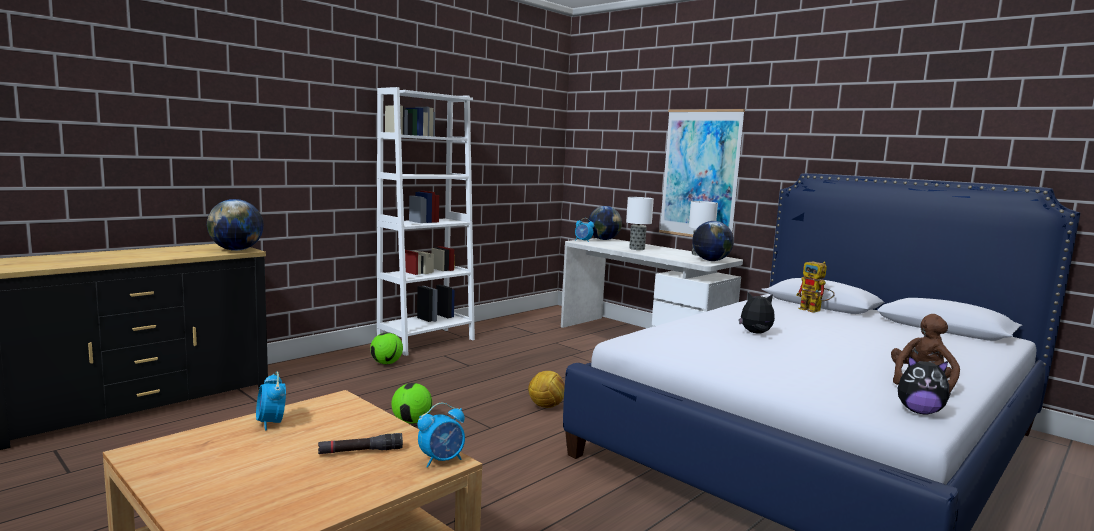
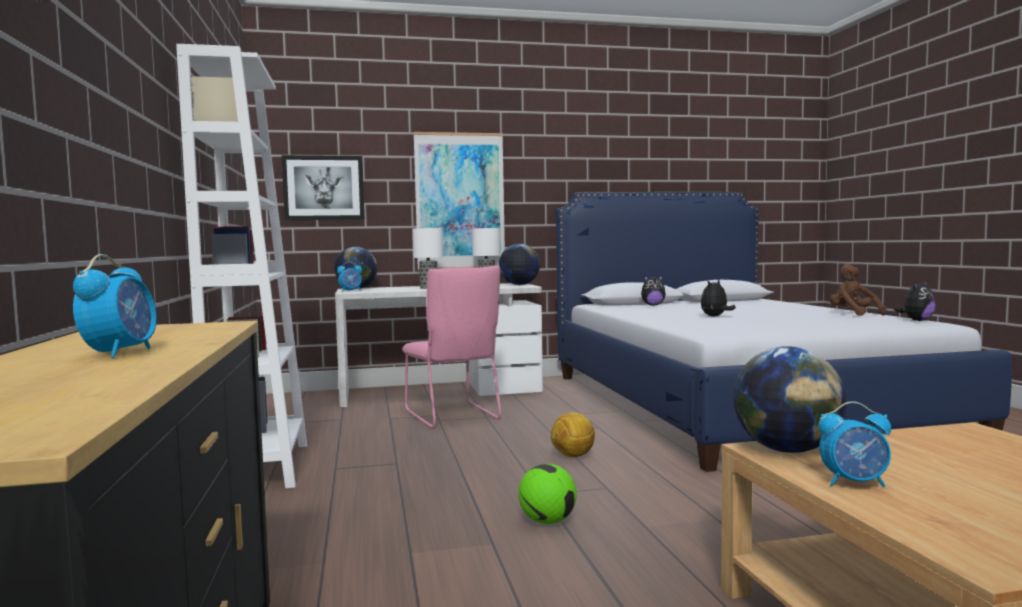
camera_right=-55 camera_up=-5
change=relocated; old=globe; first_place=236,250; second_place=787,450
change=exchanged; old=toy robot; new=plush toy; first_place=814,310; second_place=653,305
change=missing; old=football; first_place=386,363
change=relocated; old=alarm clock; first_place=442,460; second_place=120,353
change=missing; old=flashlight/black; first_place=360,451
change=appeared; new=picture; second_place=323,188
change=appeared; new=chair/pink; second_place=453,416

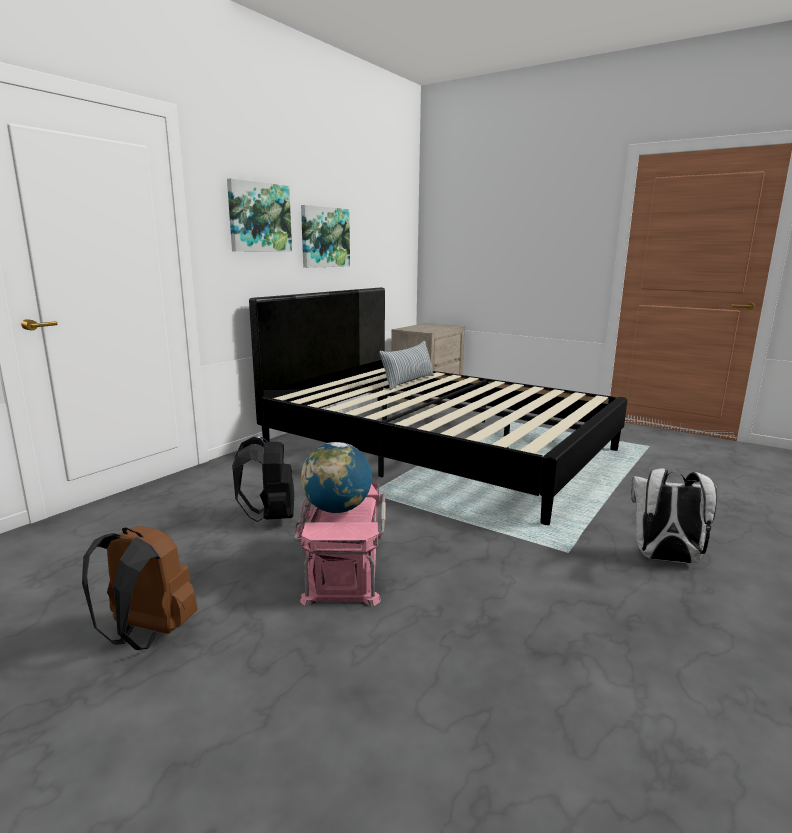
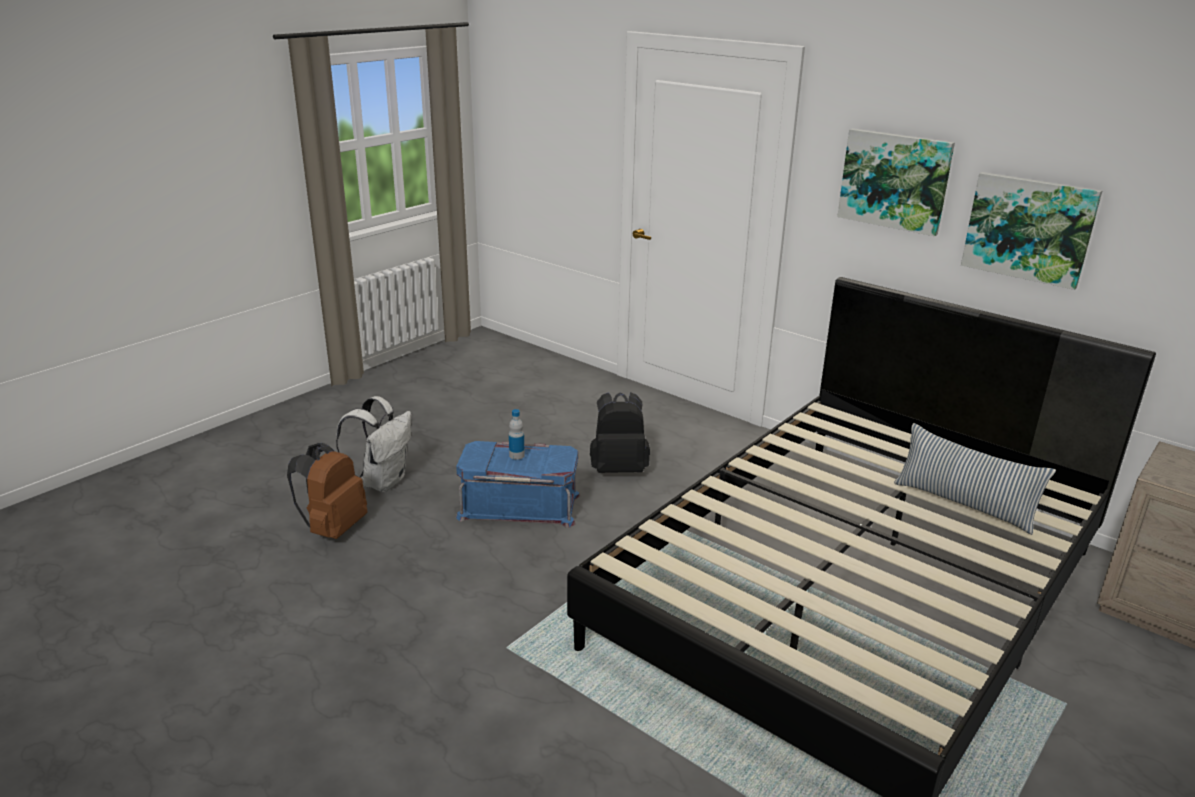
camera_right=95 camera_up=10
change=exchanged; old=globe; new=bottle; first_place=337,509; second_place=516,455
change=relocated; old=backpack/white; first_place=665,559; second_place=383,481
change=colour; old=storage box/pink; new=storage box/blue; first_place=343,565; second_place=520,505
change=relocated; old=backpack/brown; first_place=147,634; second_place=333,528

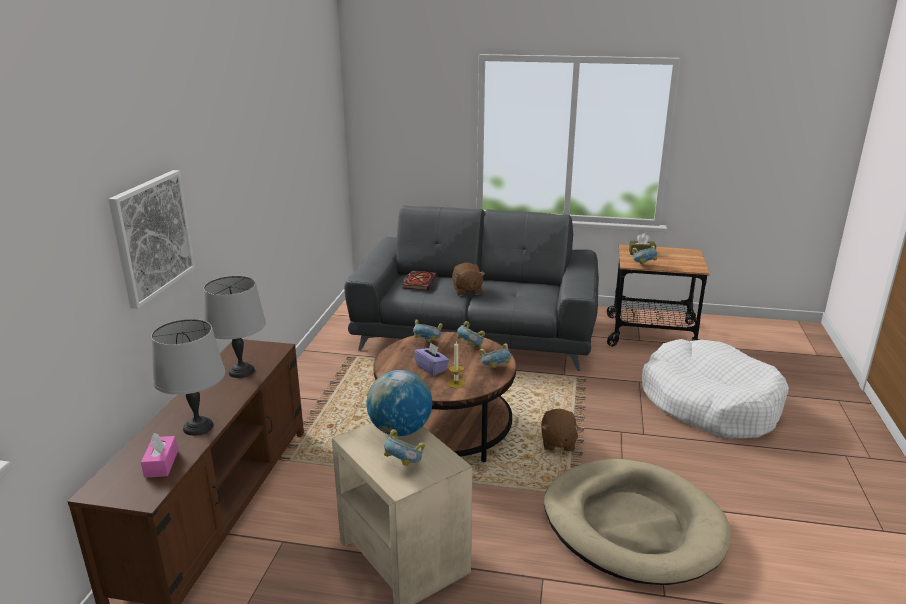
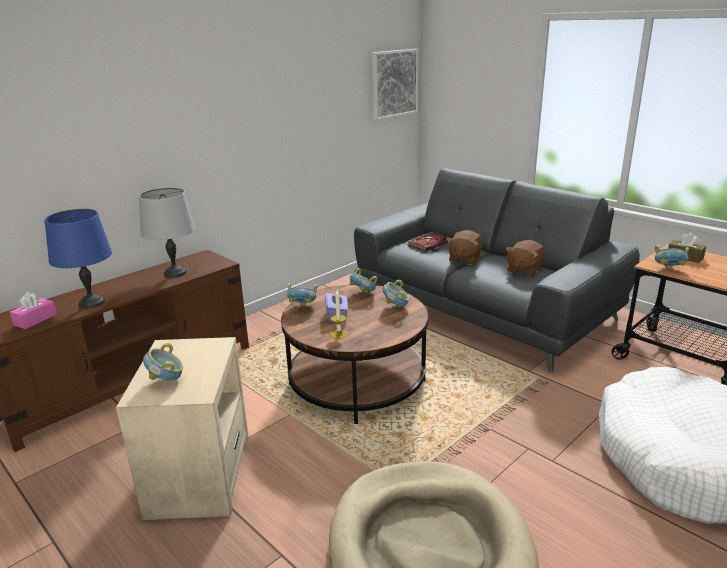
camera_right=35 camera_up=0
change=relocated; old=picture; first_place=152,236; second_place=394,83
change=colour; old=table lamp/grey; new=table lamp/blue; first_place=199,427; second_place=92,303
change=relocated; old=bowl; first_place=495,369; second_place=302,307
change=missing; old=globe; first_place=400,430
change=relocated; old=plush toy/brown; first_place=557,443; second_place=524,270

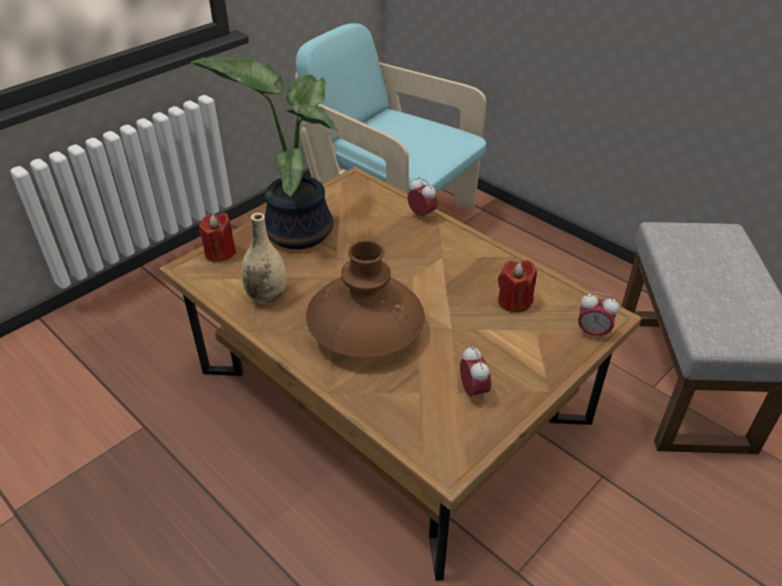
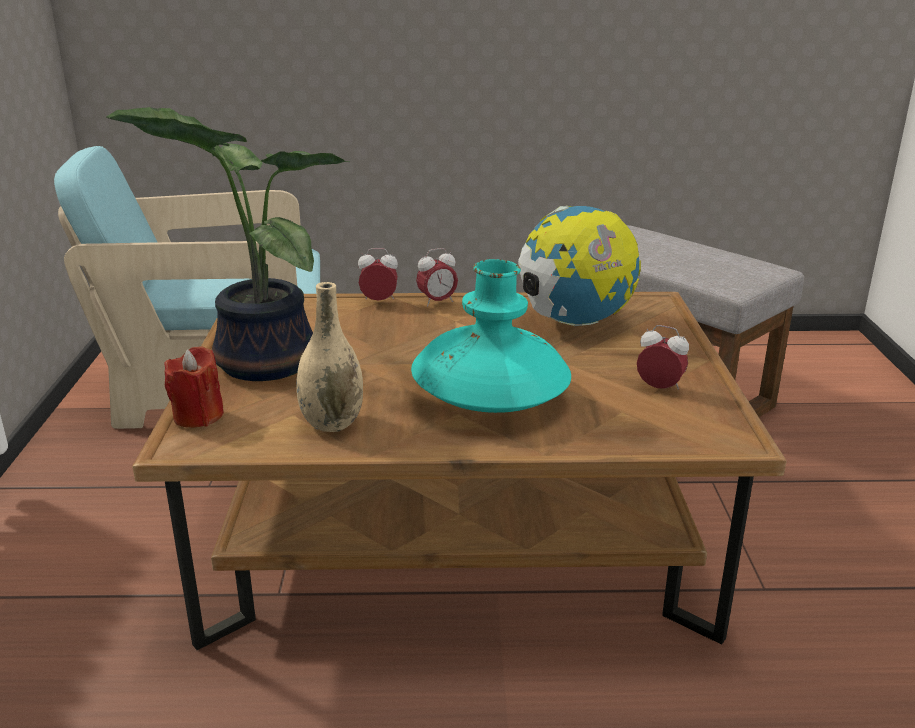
camera_right=-45 camera_up=-15
change=colour; old=vase/brown; new=vase/turquoise; first_place=366,331; second_place=490,397
change=exchanged; old=candle/red; new=globe; first_place=514,302; second_place=574,322
change=relocated; old=alarm clock; first_place=592,332; second_place=437,302

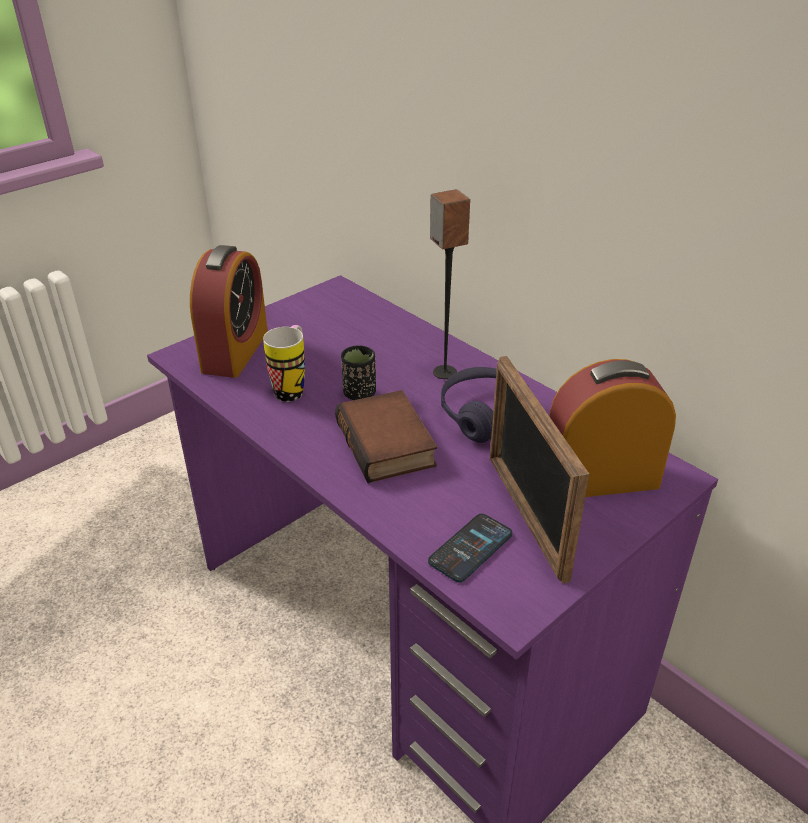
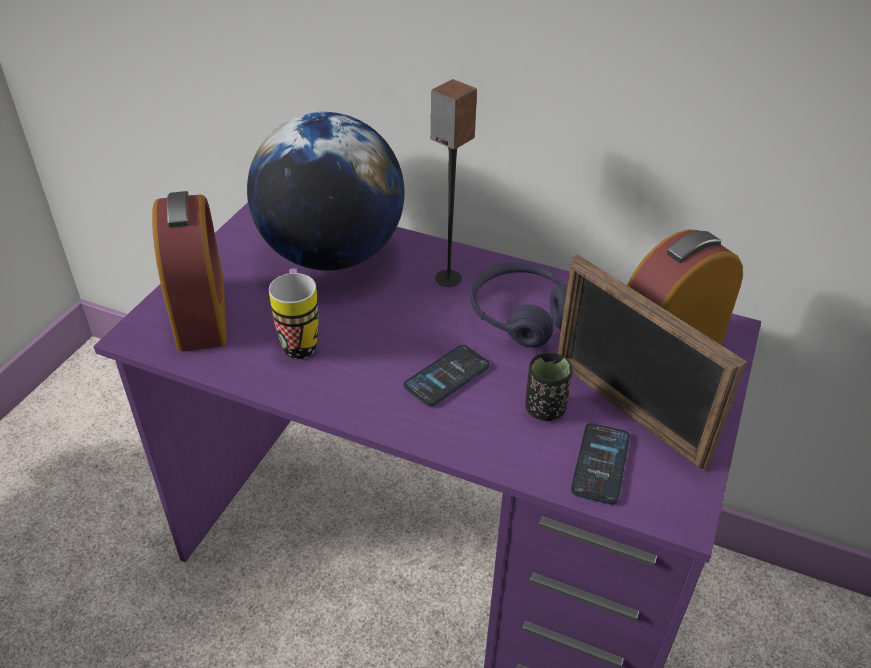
camera_right=-25 camera_up=5
change=relocated; old=cup/black; first_place=359,394; second_place=545,409
change=exchanged; old=book; new=phone; first_place=389,444; second_place=447,376
change=appeared; new=globe; second_place=332,255

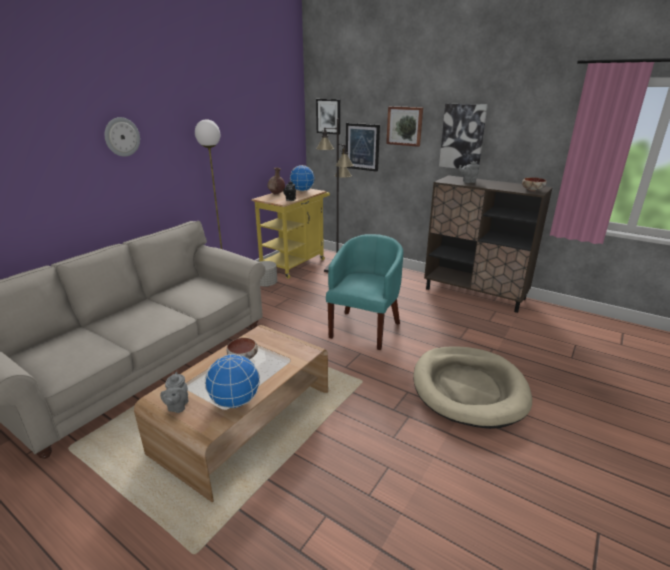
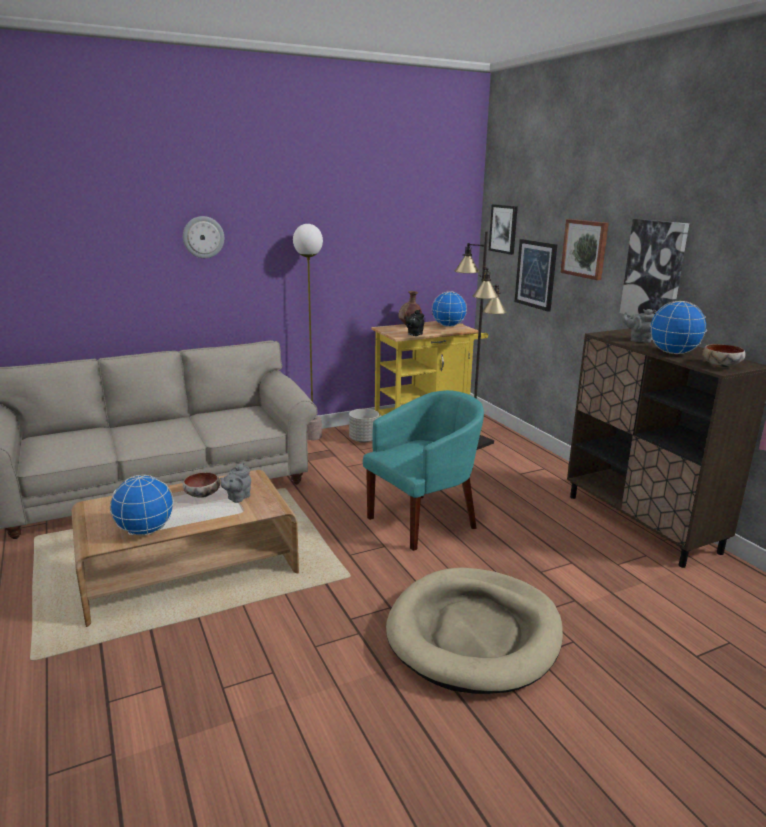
camera_right=30 camera_up=-5
change=relocated; old=teapot/grey; first_place=177,407; second_place=237,498
change=appeared; new=globe; second_place=673,353

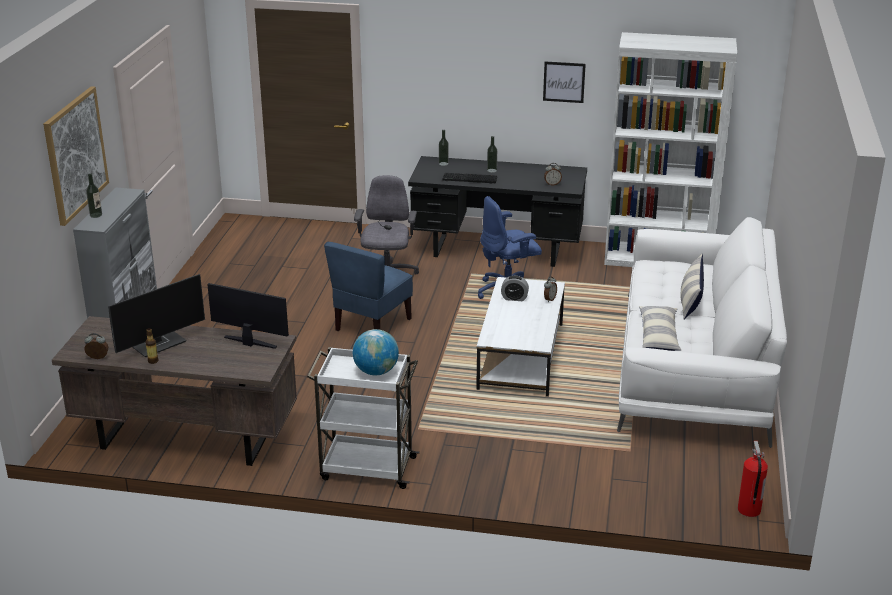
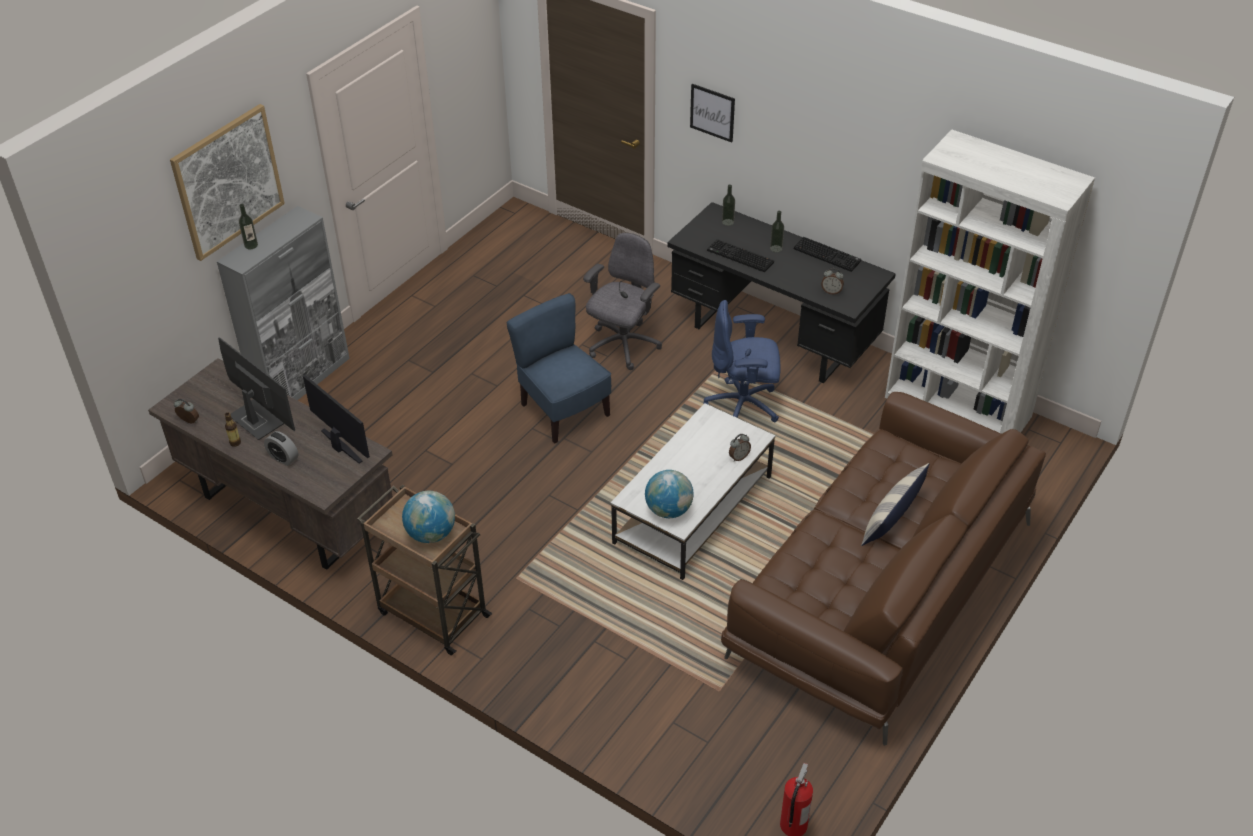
camera_right=25 camera_up=15
change=relocated; old=picture; first_place=564,82; second_place=712,112
change=colour; old=sofa/white; new=sofa/brown; first_place=693,366; second_place=880,590
change=spun; old=chair/blue; first_place=372,325; second_place=563,411; degrees=90
change=spun; old=monitor; first_place=159,343; second_place=256,419; degrees=-120
change=relocated; old=alarm clock; first_place=514,298; second_place=283,458
change=missing; old=pillow; first_place=659,336
change=colour; old=cart/white; new=cart/brown; first_place=366,468; second_place=432,613
change=appeared; new=keyboard; second_place=828,255
change=appeared; new=globe; second_place=669,510

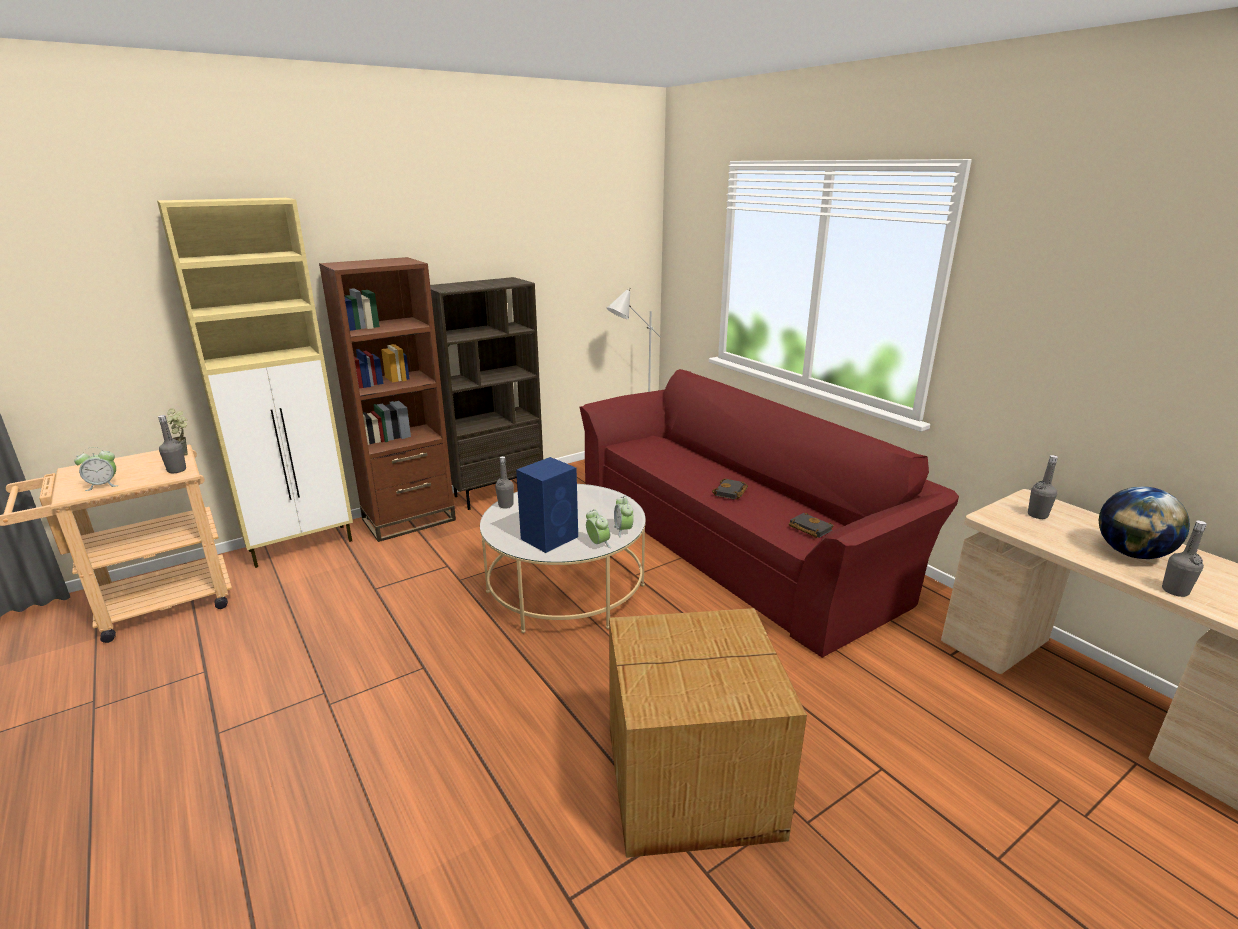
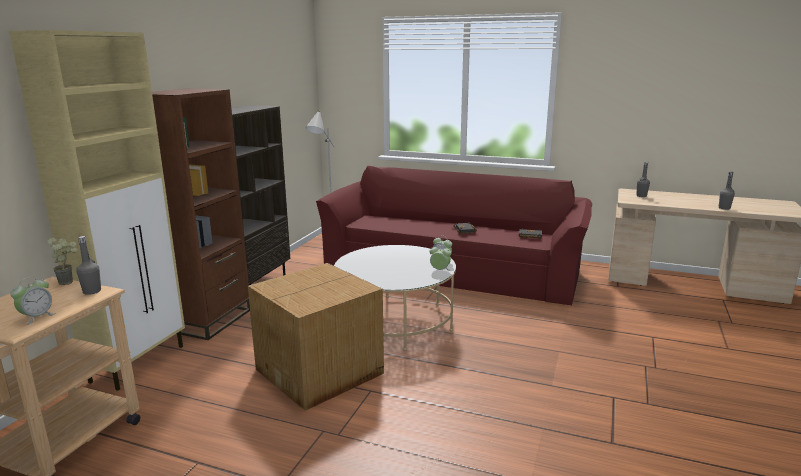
camera_right=-35 camera_up=-5
change=missing; old=bottle/grey; first_place=505,505
change=missing; old=speaker/blue; first_place=550,537
change=missing; old=globe; first_place=1132,553
change=relocated; old=cardboard box; first_place=694,783; second_place=321,371

